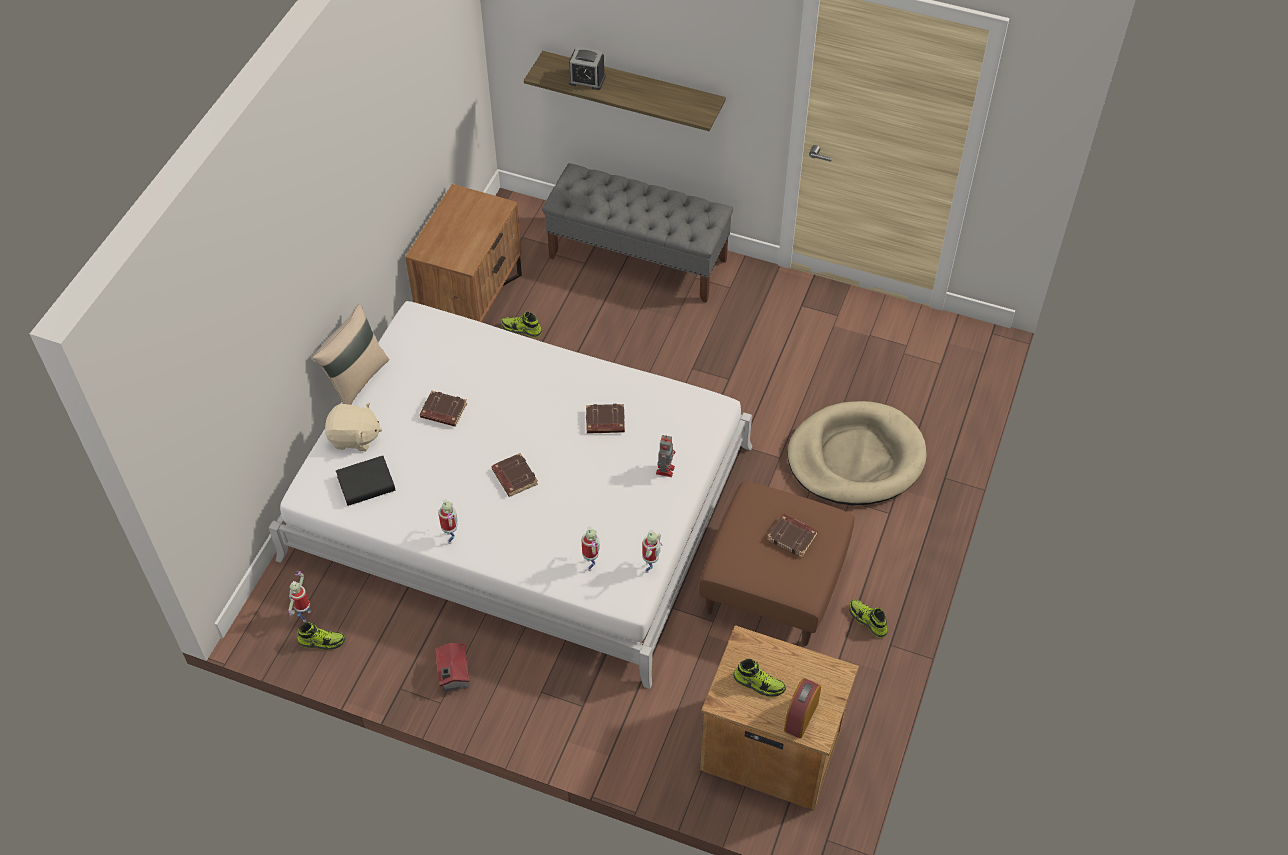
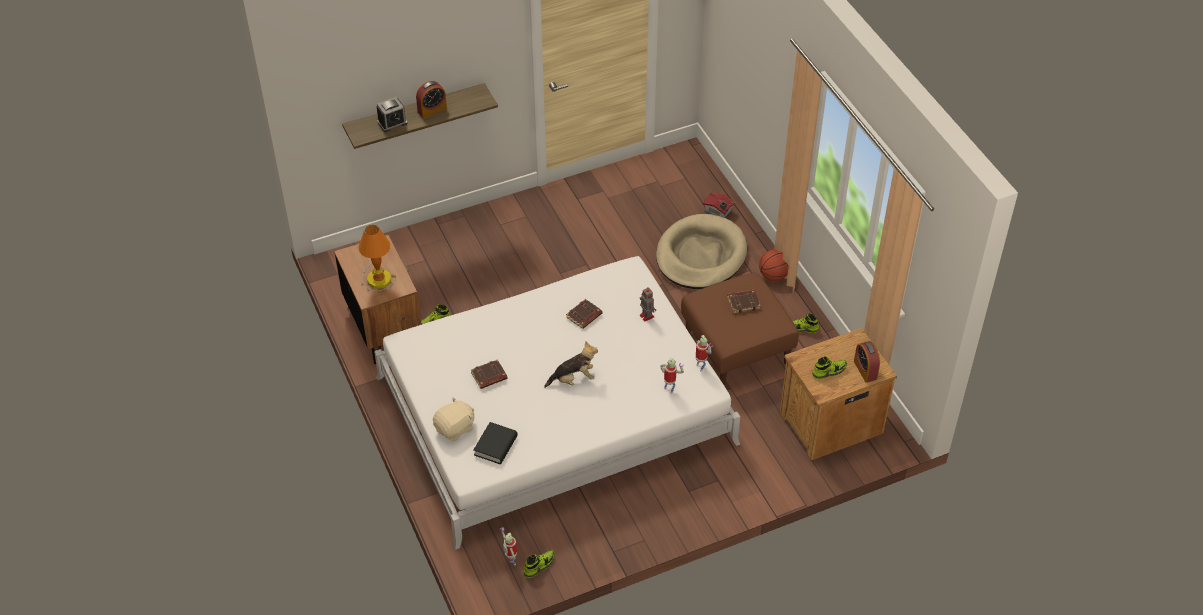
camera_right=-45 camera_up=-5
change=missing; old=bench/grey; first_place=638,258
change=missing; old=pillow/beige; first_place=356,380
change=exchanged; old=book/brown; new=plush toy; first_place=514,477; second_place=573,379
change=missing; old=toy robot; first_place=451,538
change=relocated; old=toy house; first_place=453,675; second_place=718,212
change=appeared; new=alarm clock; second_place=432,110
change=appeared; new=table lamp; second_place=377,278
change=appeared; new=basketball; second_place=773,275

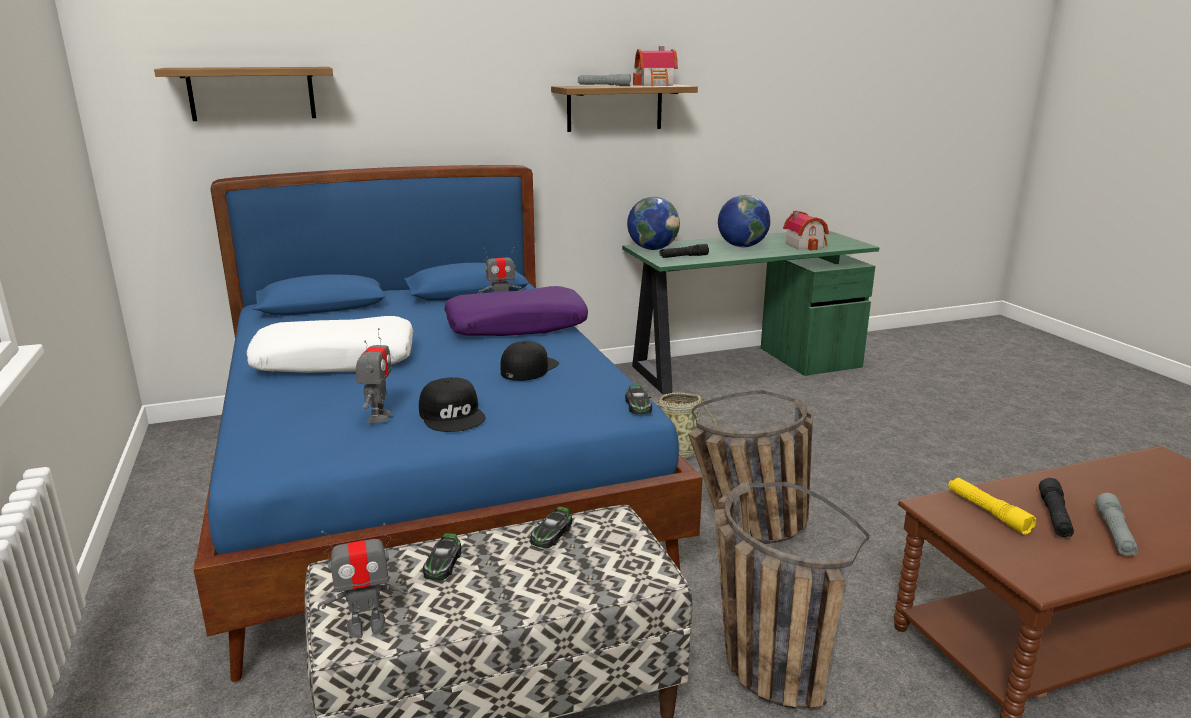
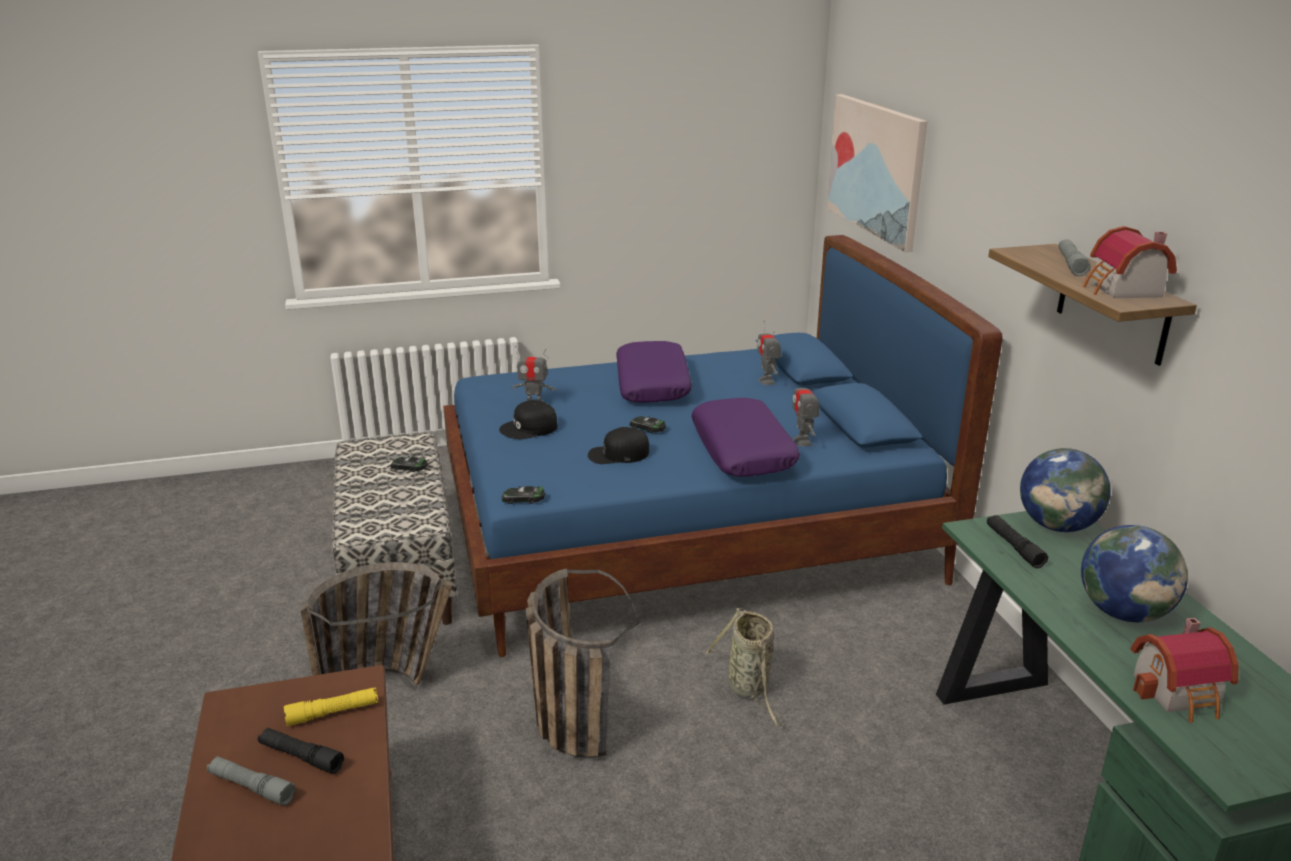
camera_right=95 camera_up=5
change=exchanged; old=shelf; new=picture; first_place=252,93; second_place=876,168
change=colour; old=pillow/white; new=pillow/purple; first_place=335,360; second_place=653,384
change=spun; old=cap/black; first_place=529,368; second_place=618,454; degrees=135
change=relocated; old=toy car; first_place=552,533; second_place=647,427
change=relocated; old=toy robot; first_place=366,626; second_place=767,381

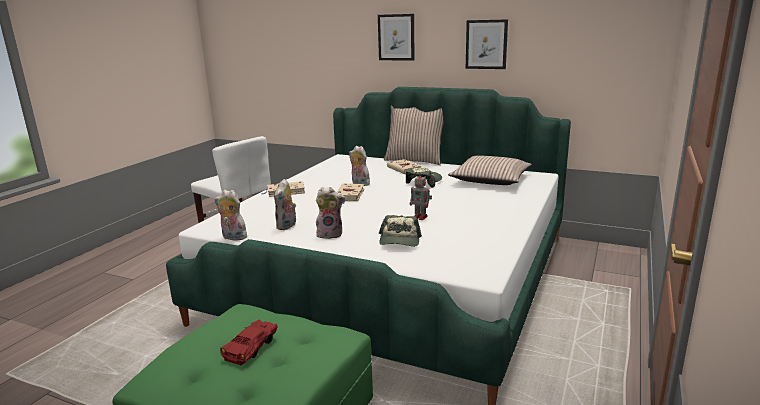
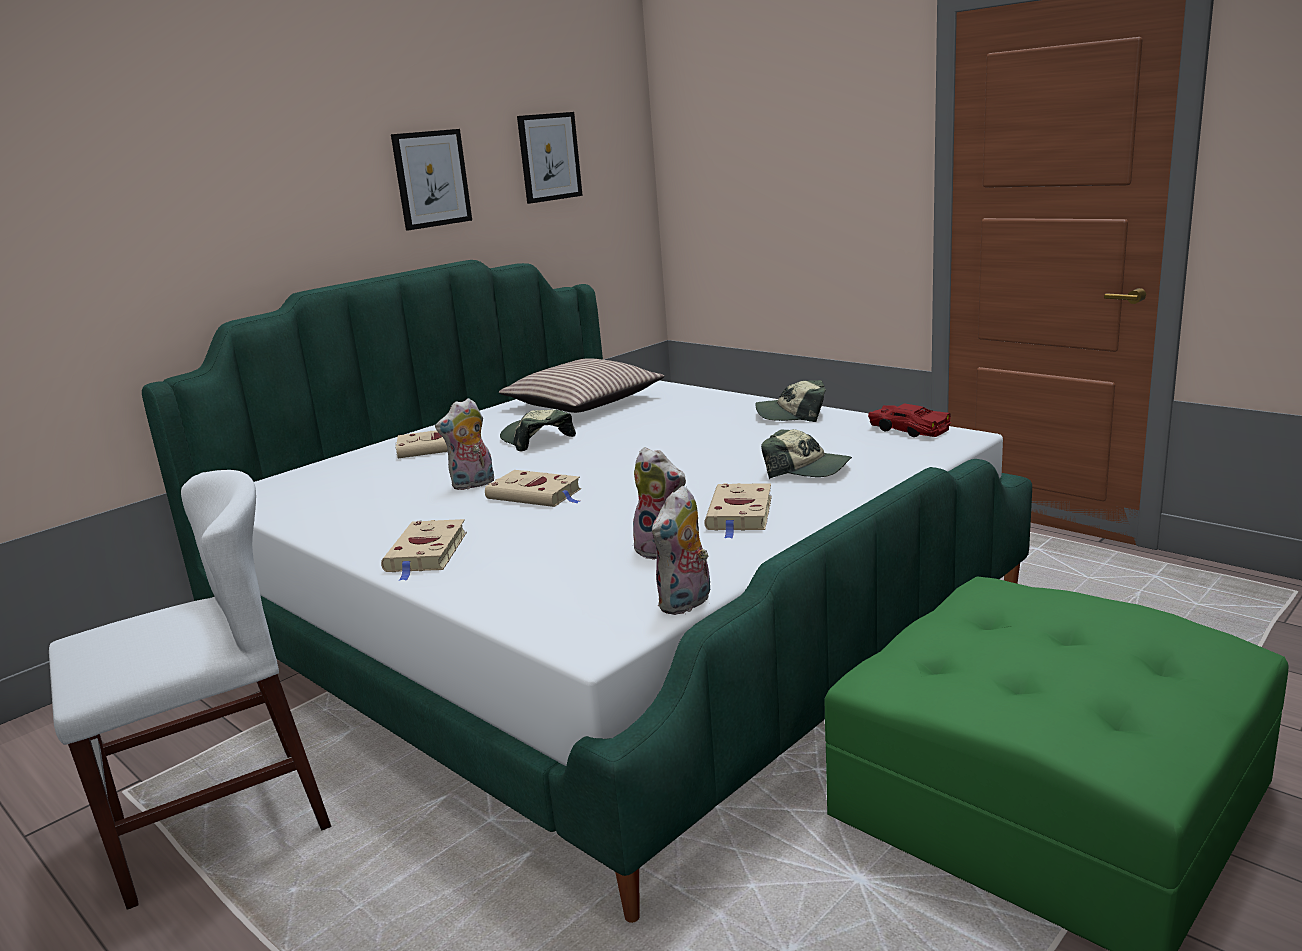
camera_right=-70 camera_up=0
change=relocated; old=picture; first_place=396,37; second_place=549,157
change=missing; old=pillow; first_place=415,160
change=missing; old=toy robot; first_place=421,217
change=exchanged; old=plush toy; new=book/beige; first_place=330,234; second_place=740,514
change=relocated; old=toy car/red; first_place=252,347; second_place=908,430
change=appeared; new=cap; second_place=792,414

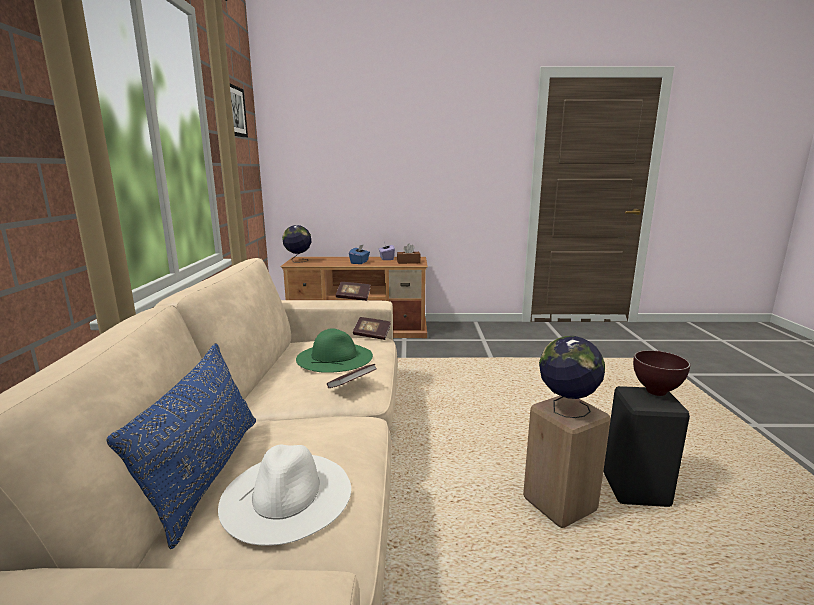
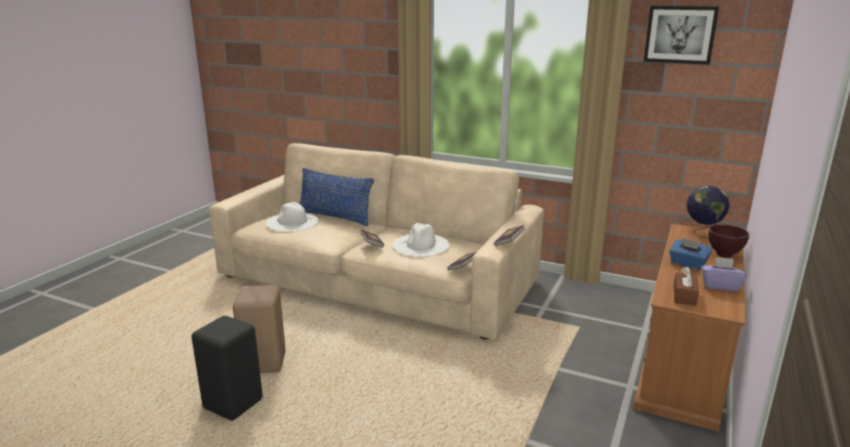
camera_right=115 camera_up=5
change=colour; old=hat/green; new=hat/white; first_place=334,357; second_place=421,245
change=missing; old=globe; first_place=566,410
change=relocated; old=bowl/brown; first_place=656,392; second_place=725,256

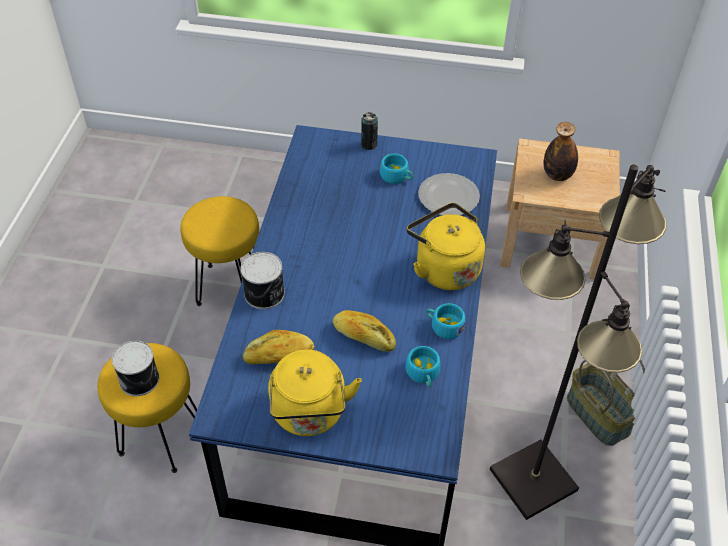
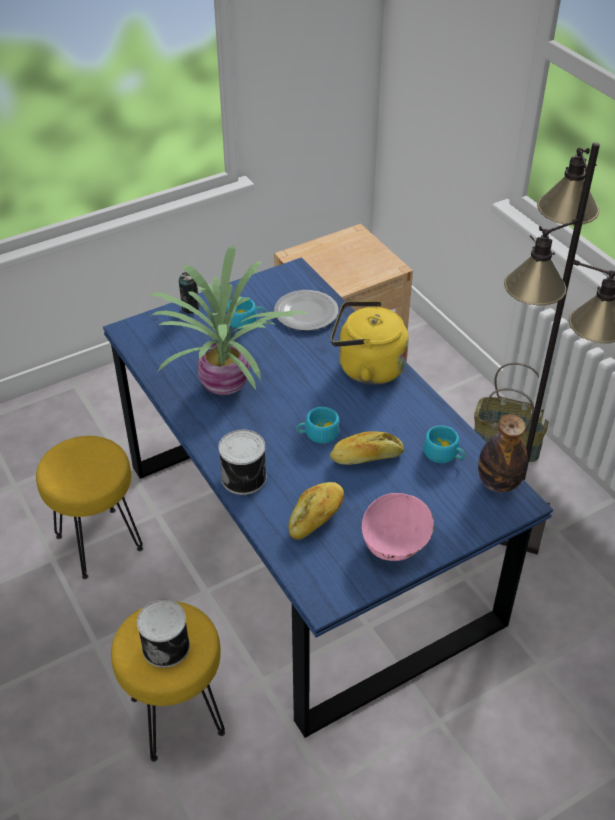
camera_right=-40 camera_up=-5
change=relocated; old=bottle; first_place=557,175; second_place=498,483
change=relocated; old=cup/turquoise; first_place=444,326; second_place=318,433
change=exchanged; old=kettle/yellow; new=bowl/pink; first_place=309,415; second_place=396,543
change=appeared; new=potted plant; second_place=227,384

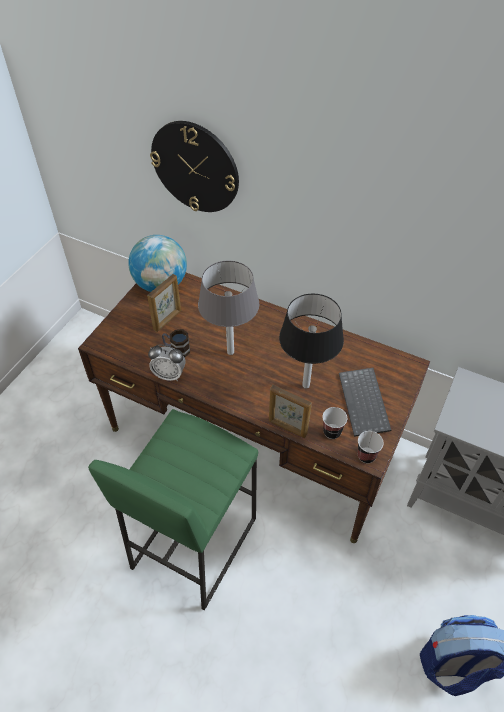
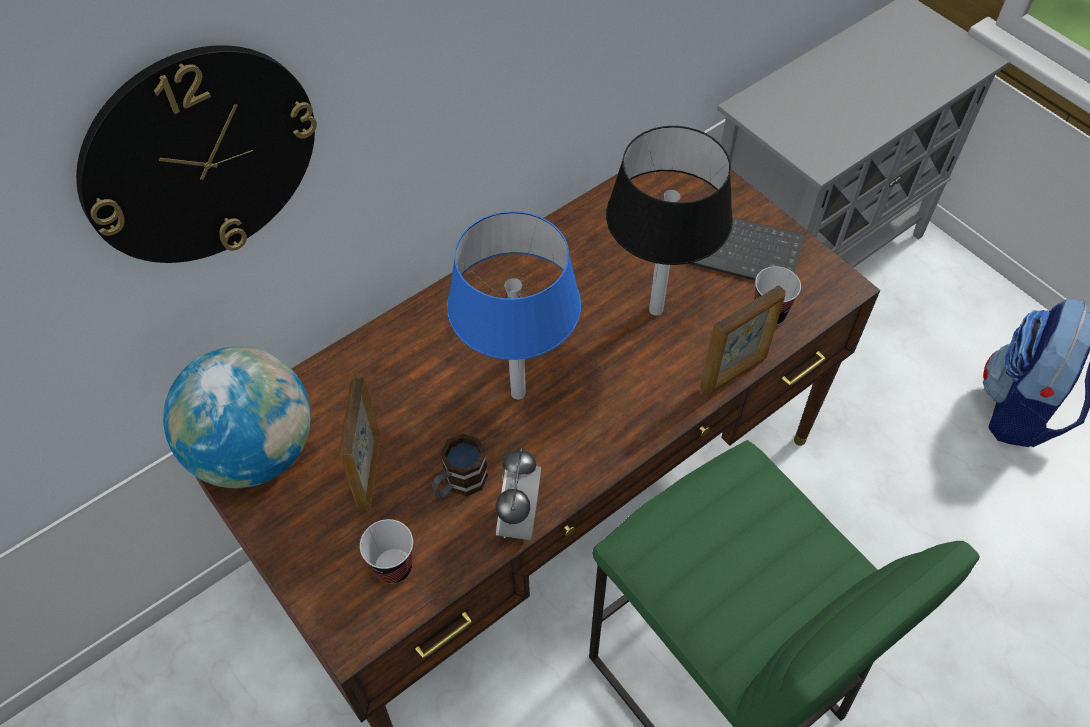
camera_right=-65 camera_up=5
change=colour; old=table lamp/grey; new=table lamp/blue; first_place=230,352; second_place=518,393
change=spun; old=picture frame; first_place=168,320; second_place=368,473; degrees=-150
change=spun; old=alarm clock; first_place=169,375; second_place=519,519; degrees=150
change=relocated; old=cup; first_place=366,456; second_place=393,567

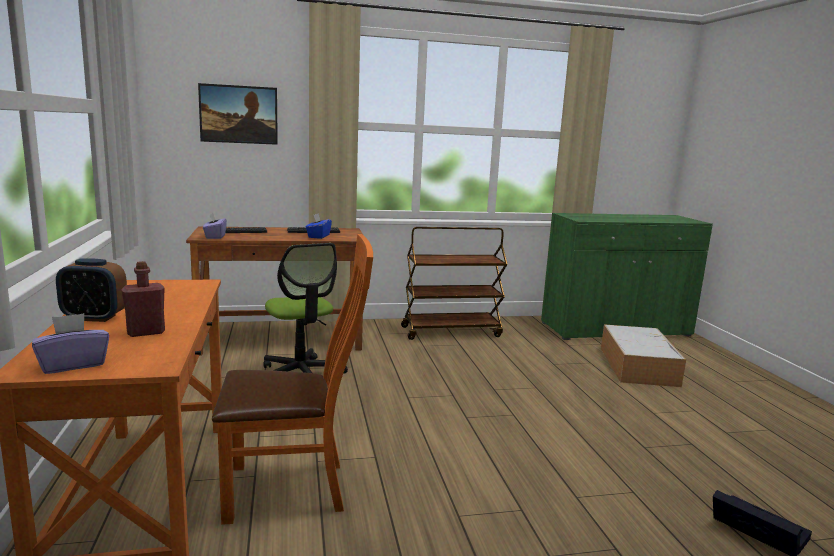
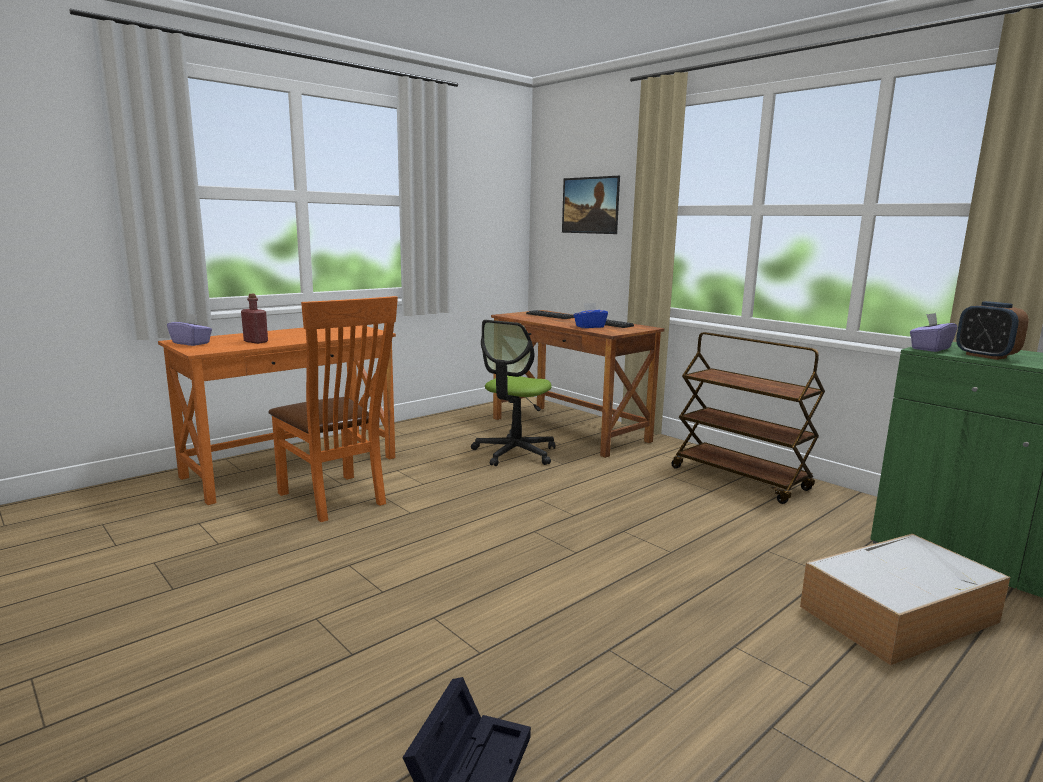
camera_right=60 camera_up=0
change=relocated; old=tissue box/purple; first_place=215,236; second_place=930,348
change=relocated; old=alarm clock; first_place=94,317; second_place=985,356

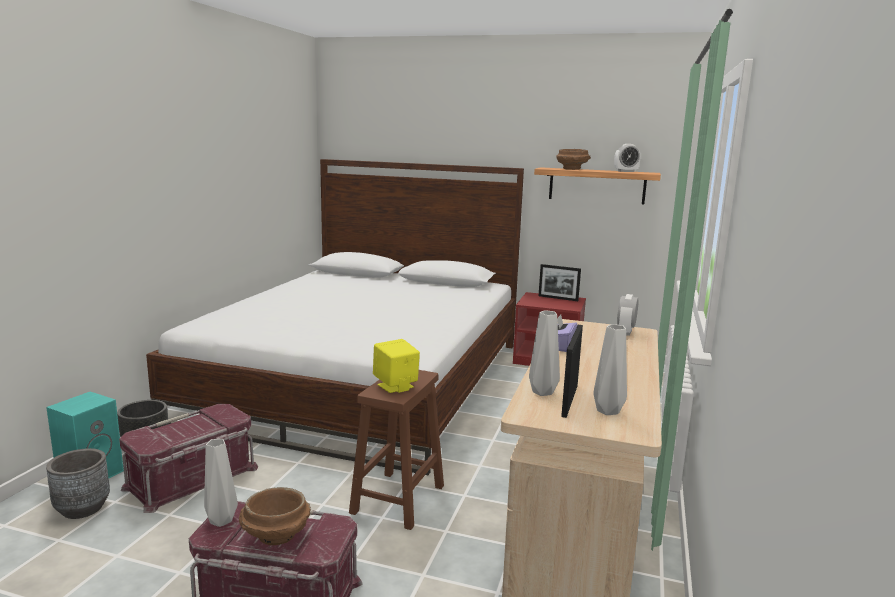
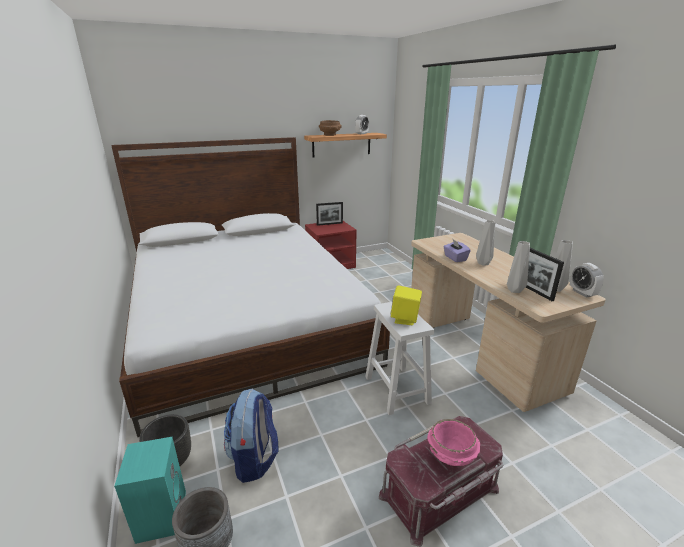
camera_right=-40 camera_up=10
change=relocated; old=alarm clock; first_place=625,332; second_place=582,293
change=colour; old=stool/brown; new=stool/white; first_place=398,498; second_place=396,389
change=exchanged; old=storage box/red; new=backpack; first_place=192,478; second_place=254,459
change=relocated; old=vase/grey; first_place=221,520; second_place=482,263
change=colour; old=bowl/brown; new=bowl/pink; first_place=275,536; second_place=450,456

